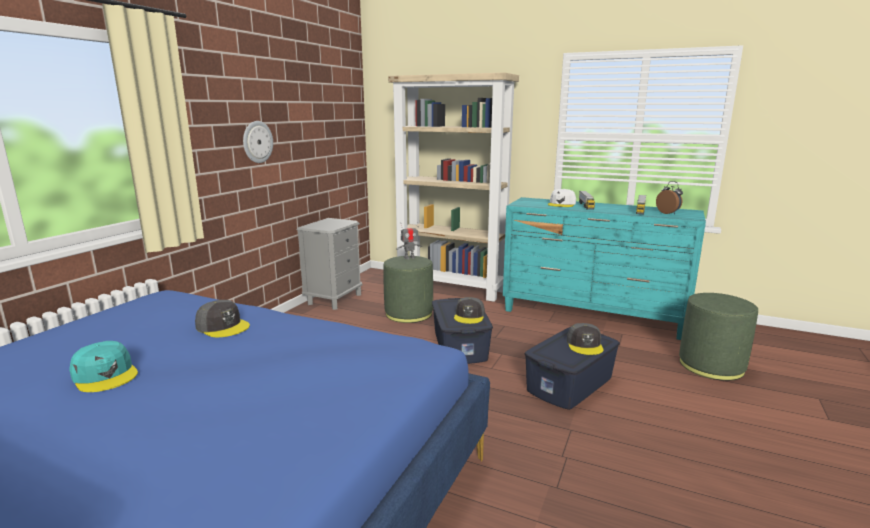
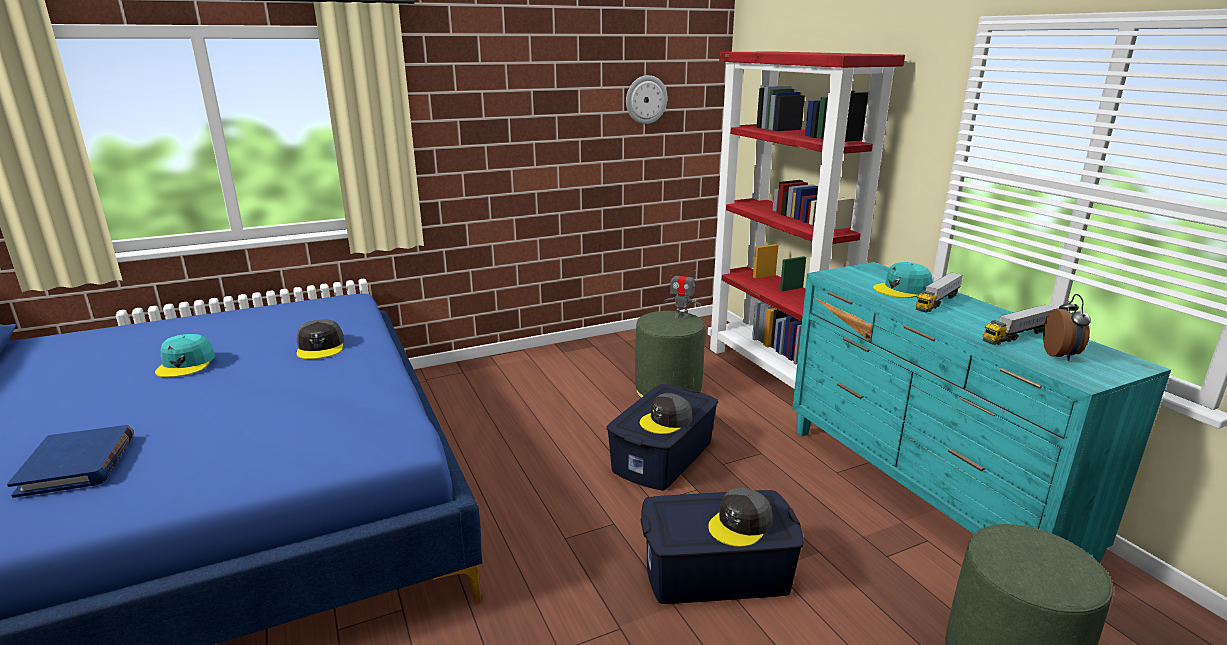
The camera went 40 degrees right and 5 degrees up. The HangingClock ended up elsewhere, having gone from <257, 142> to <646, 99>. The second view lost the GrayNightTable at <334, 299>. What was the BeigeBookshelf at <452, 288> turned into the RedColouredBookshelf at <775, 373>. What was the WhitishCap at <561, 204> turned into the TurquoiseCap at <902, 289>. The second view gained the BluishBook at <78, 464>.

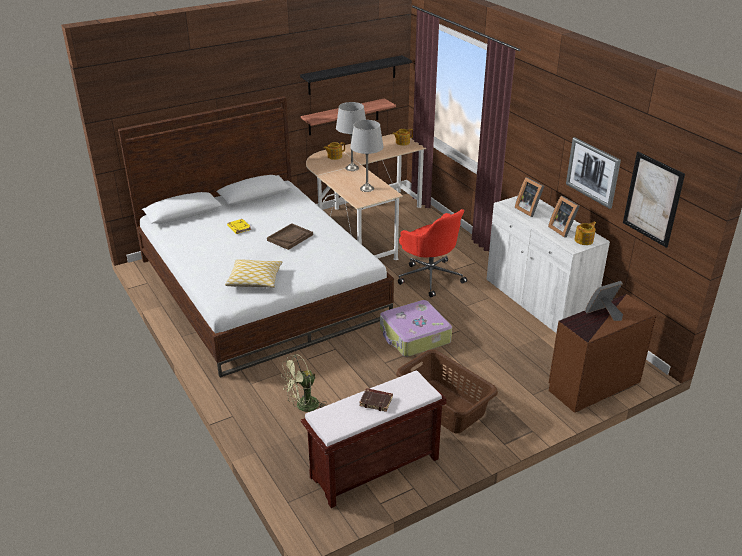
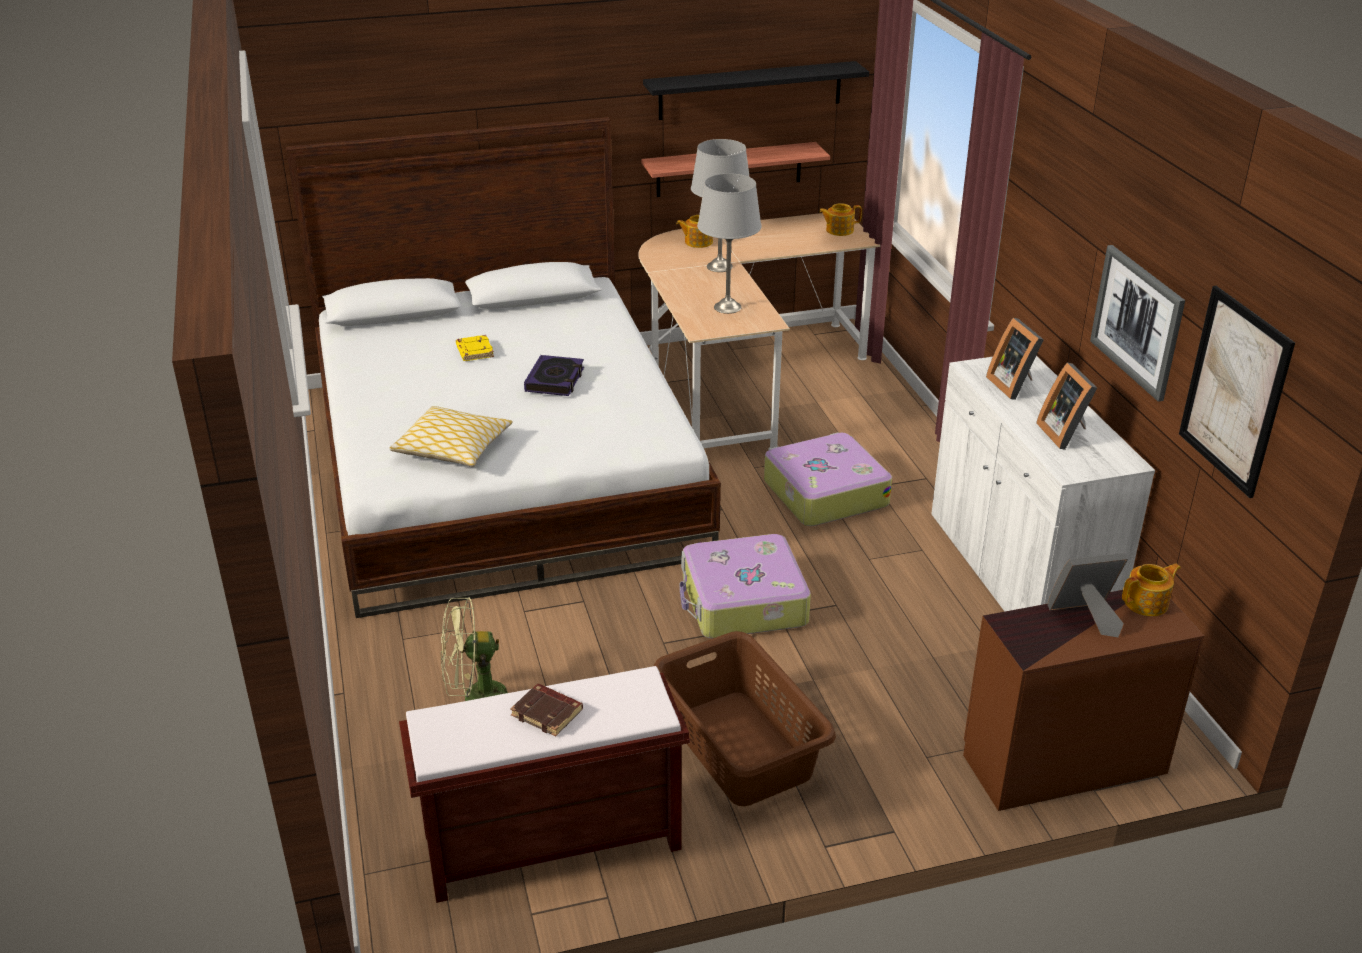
The camera went 15 degrees right and 0 degrees up. Where the BrownTray stood at <290, 237>, the Book came to stand at <555, 380>. Where the RedColouredComputerChair stood at <430, 277>, the PieceOfLuggage came to stand at <824, 493>. The TeaPot ended up elsewhere, having gone from <584, 240> to <1147, 603>.

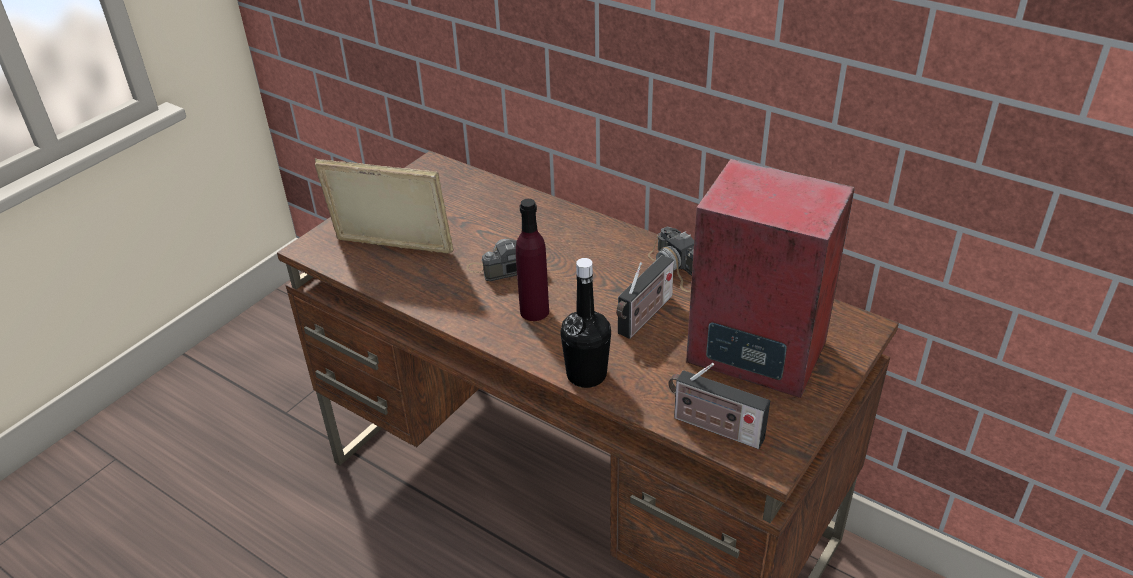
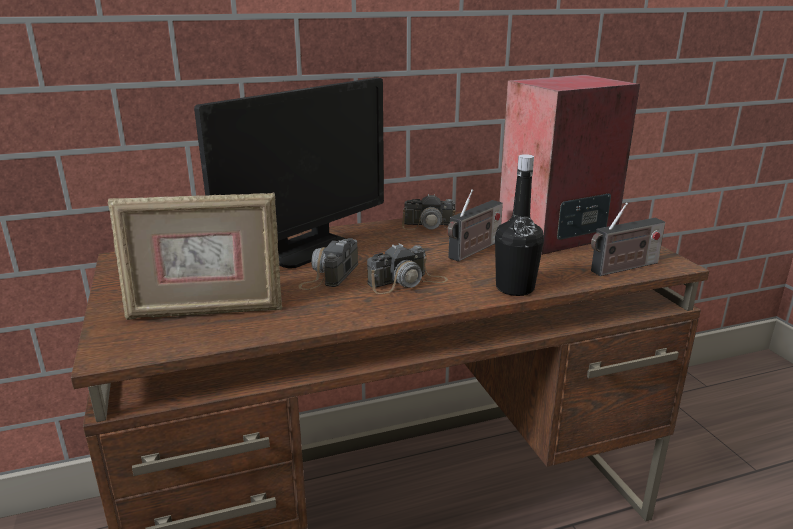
The camera went 55 degrees left and 15 degrees down. The StandingFrame at <392, 248> ended up facing another way, 150 degrees counterclockwise from before. Where the PurplishDrinkBottle stood at <534, 311>, the PhotoCamera came to stand at <407, 282>. The RadioReceiver at <644, 317> ended up facing another way, 60 degrees clockwise from before. The second view gained the ComputerDisplay at <305, 249>.

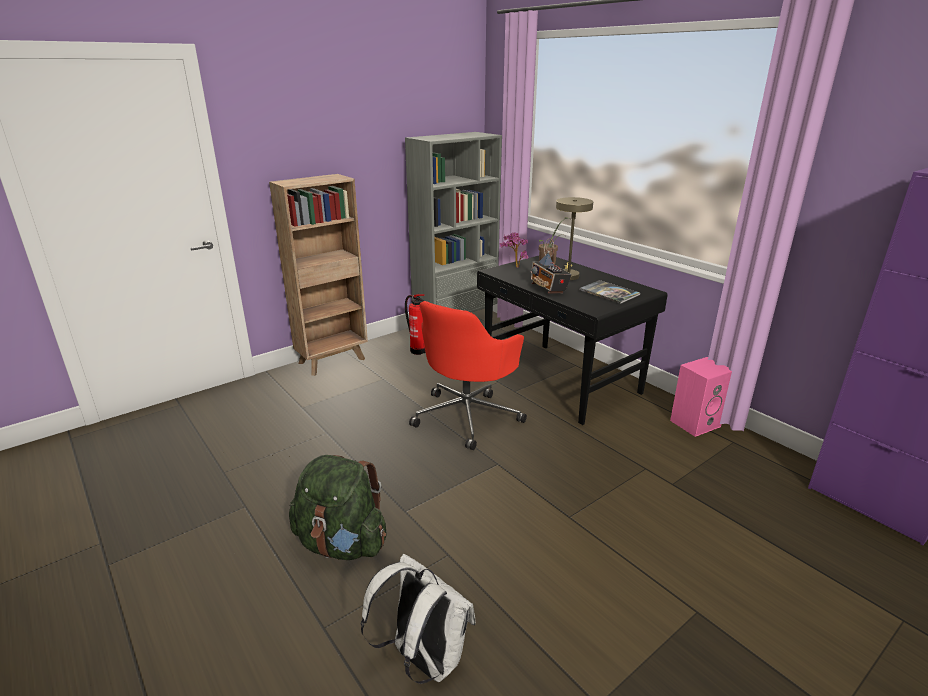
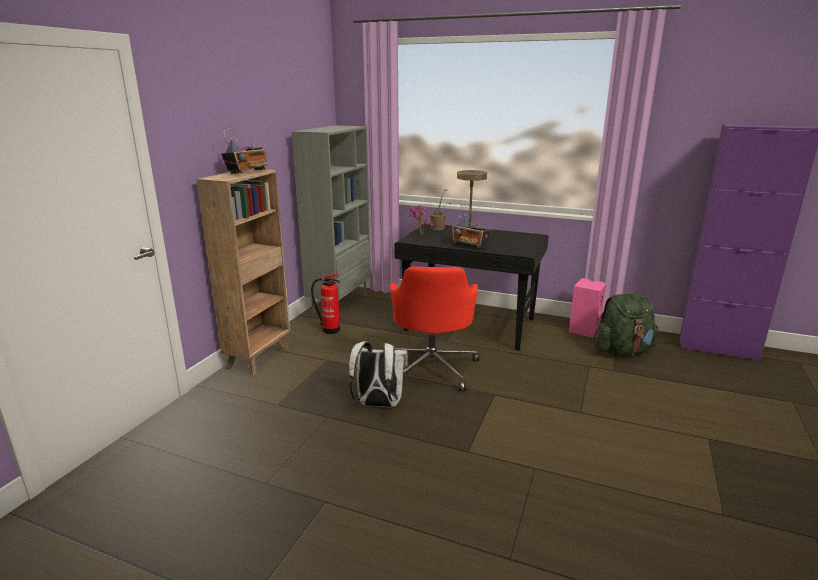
The camera went 30 degrees left and 5 degrees down. The GreenColouredBackpack ended up elsewhere, having gone from <342, 543> to <622, 351>. The WhitishBackpack ended up elsewhere, having gone from <423, 658> to <378, 404>. The second view lost the Book at <609, 293>. The second view gained the RadioReceiver at <247, 172>.

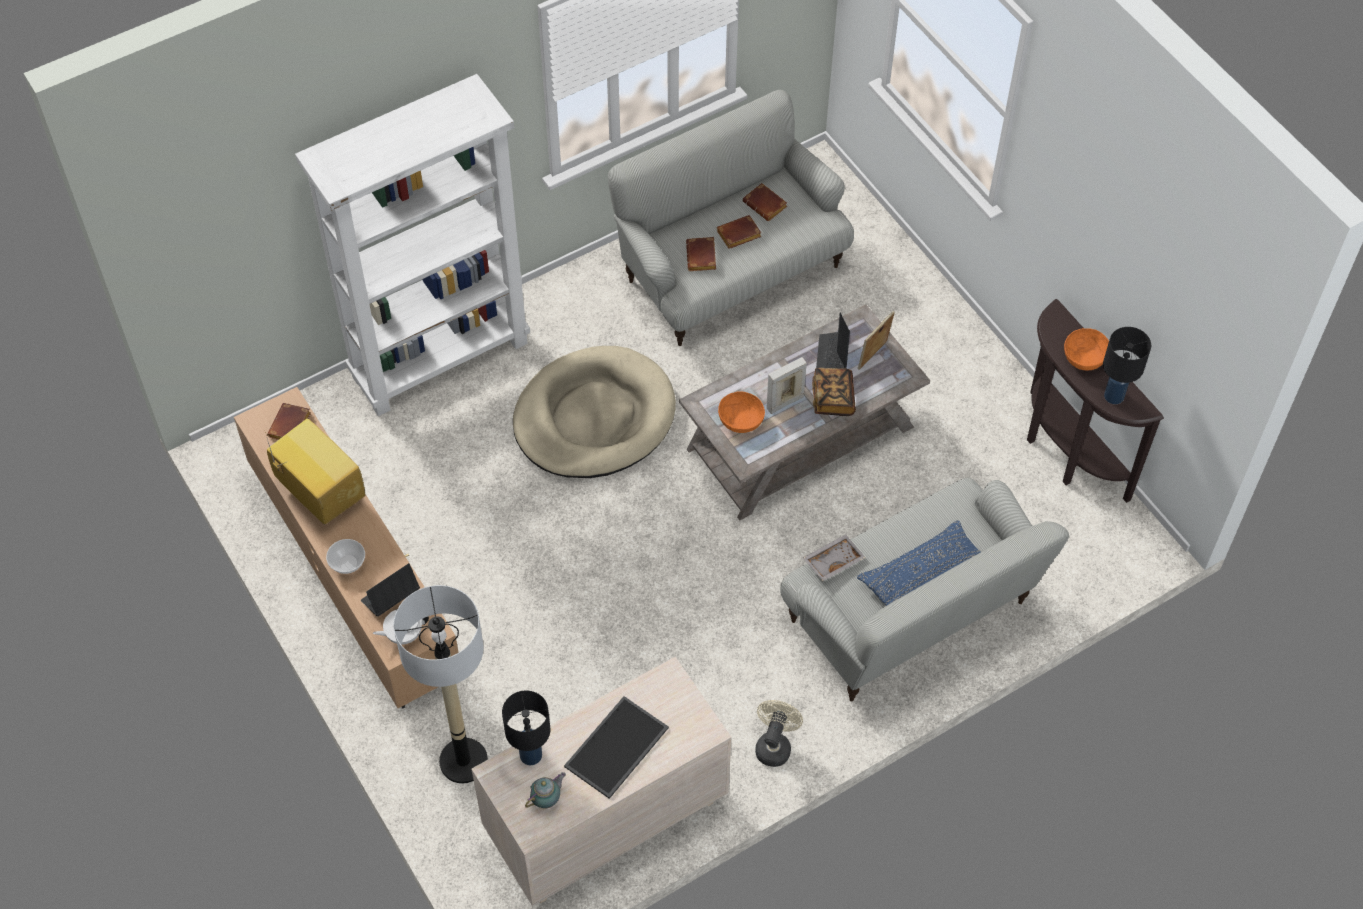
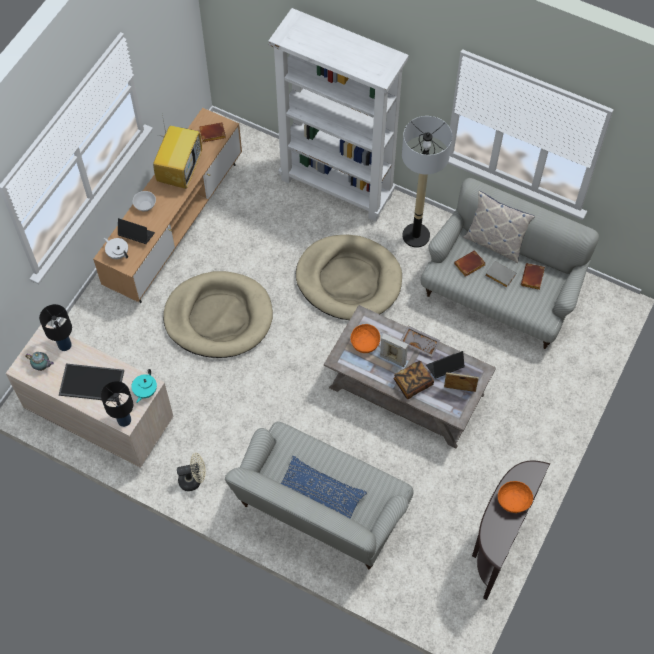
The camera went 60 degrees right and 5 degrees up. The StandingLamp ended up elsewhere, having gone from <463, 761> to <416, 235>. What was the BrownBook at <738, 235> turned into the GrayBook at <499, 276>. The GrayTray ended up elsewhere, having gone from <832, 561> to <419, 343>. The BlackColouredLampForATable ended up elsewhere, having gone from <1114, 396> to <124, 420>. The second view gained the TurquoiseTeaPot at <145, 391>. The second view gained the BeigeDogBed at <218, 317>. The second view gained the Pillow at <494, 243>.

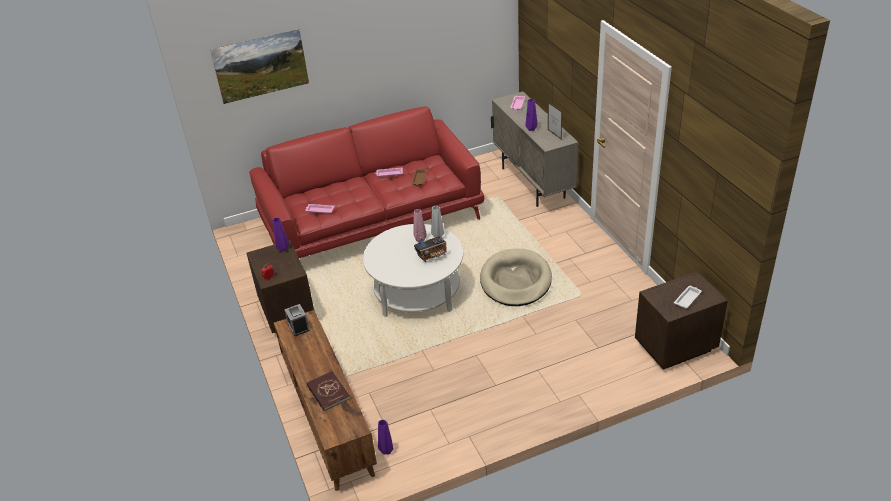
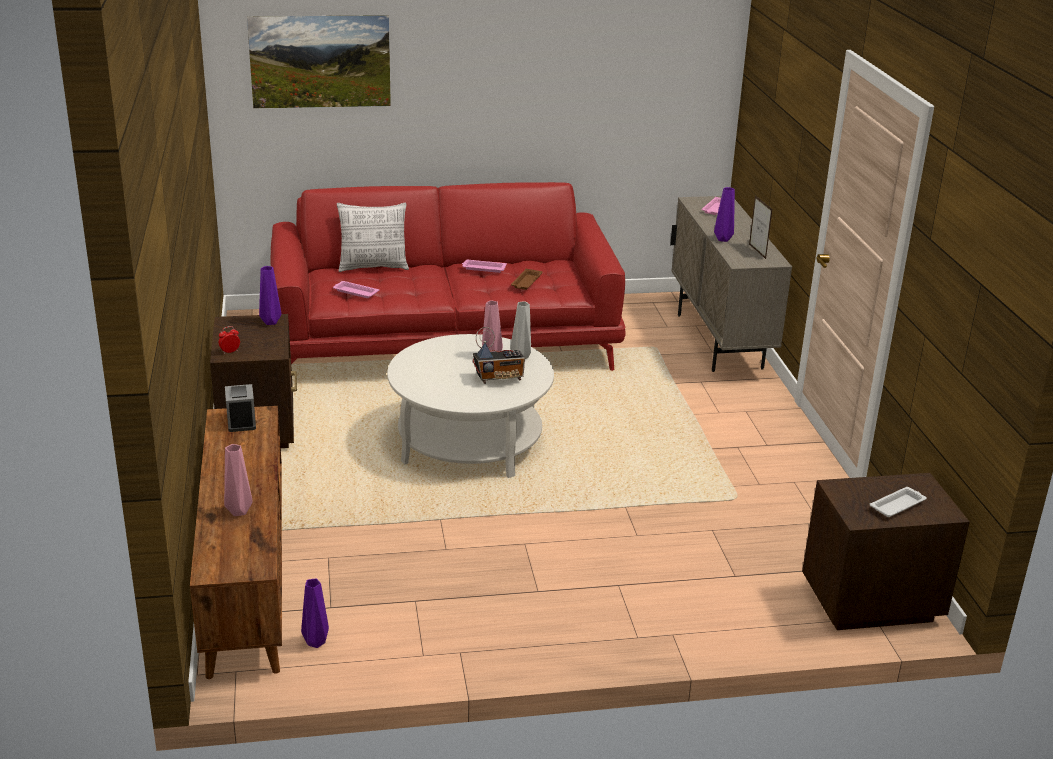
The camera went 10 degrees right and 10 degrees down. Where the RedColouredBook stood at <328, 392>, the PinkishVase came to stand at <239, 512>. The second view lost the BeigeDogBed at <515, 281>. The second view gained the Pillow at <373, 267>.

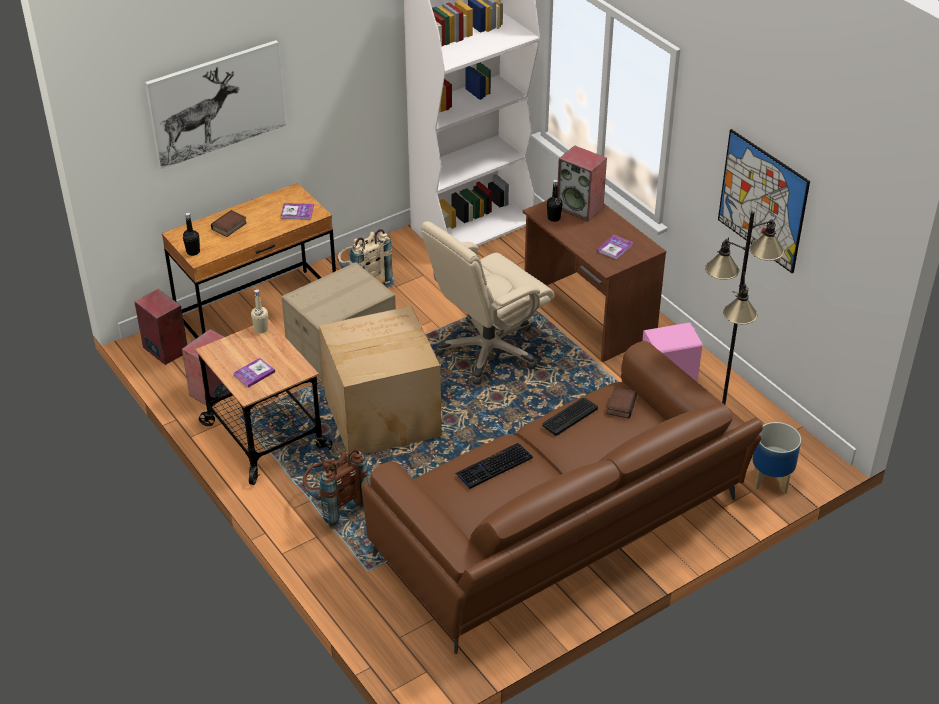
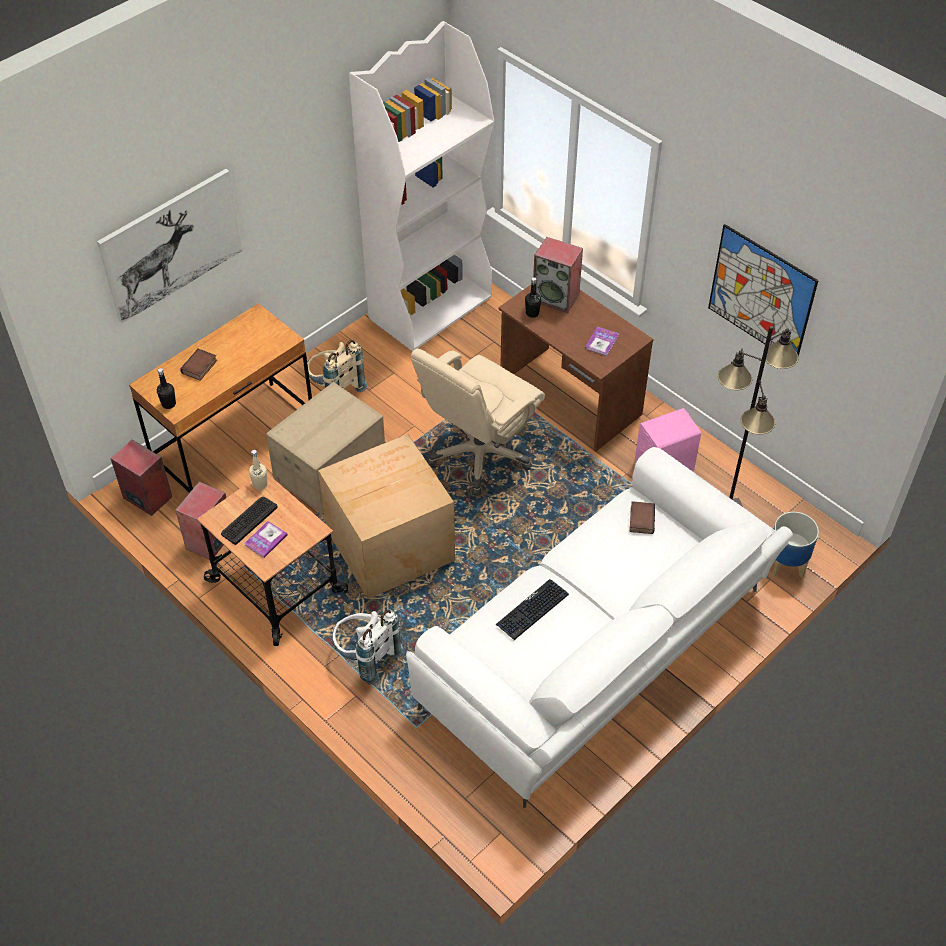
The camera went 10 degrees left and 10 degrees up. The second view lost the Book at <297, 212>. What was the BrownBackpack at <334, 506> turned into the WhitishBackpack at <365, 657>. What was the BrownSofa at <560, 532> turned into the WhitishSofa at <596, 653>. The PcKeyboard ended up elsewhere, having gone from <569, 416> to <249, 520>.

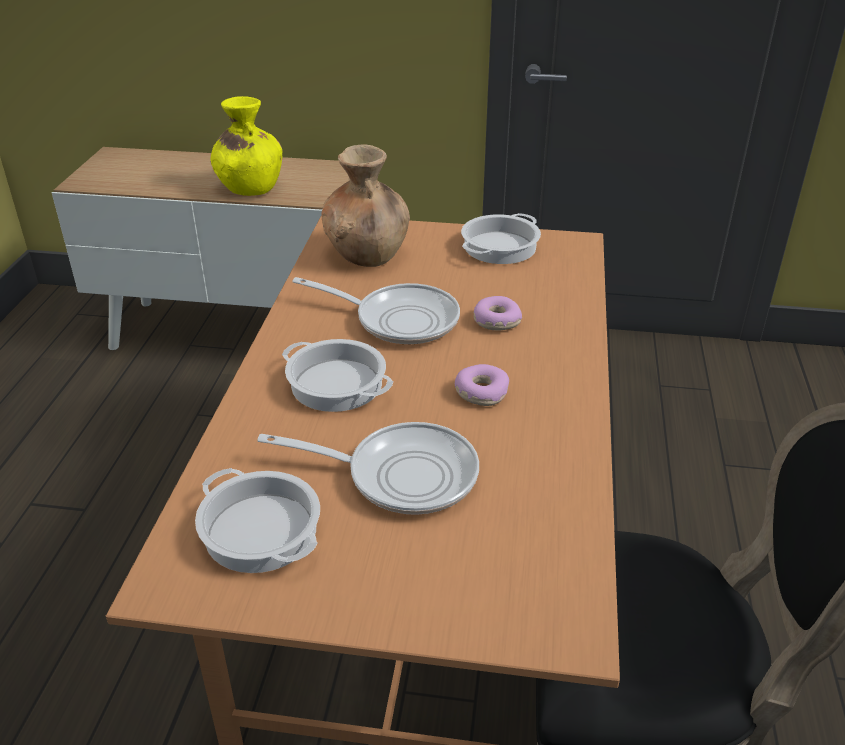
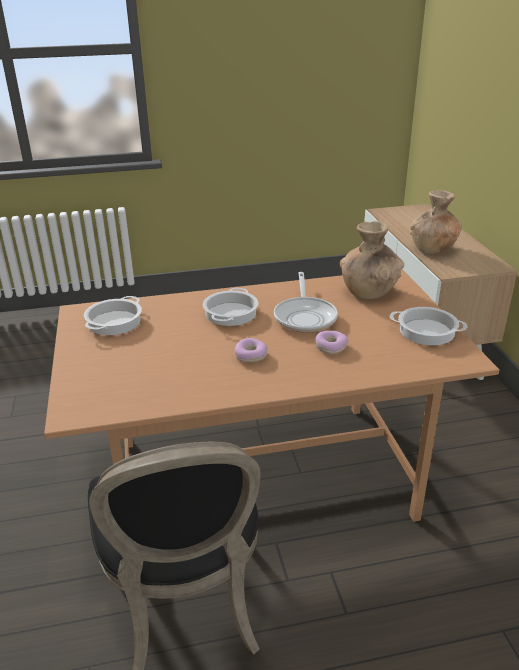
The camera went 70 degrees right and 5 degrees down. What was the YellowVase at <250, 187> turned into the BrownVase at <433, 249>. The second view lost the Pan at <401, 475>.

